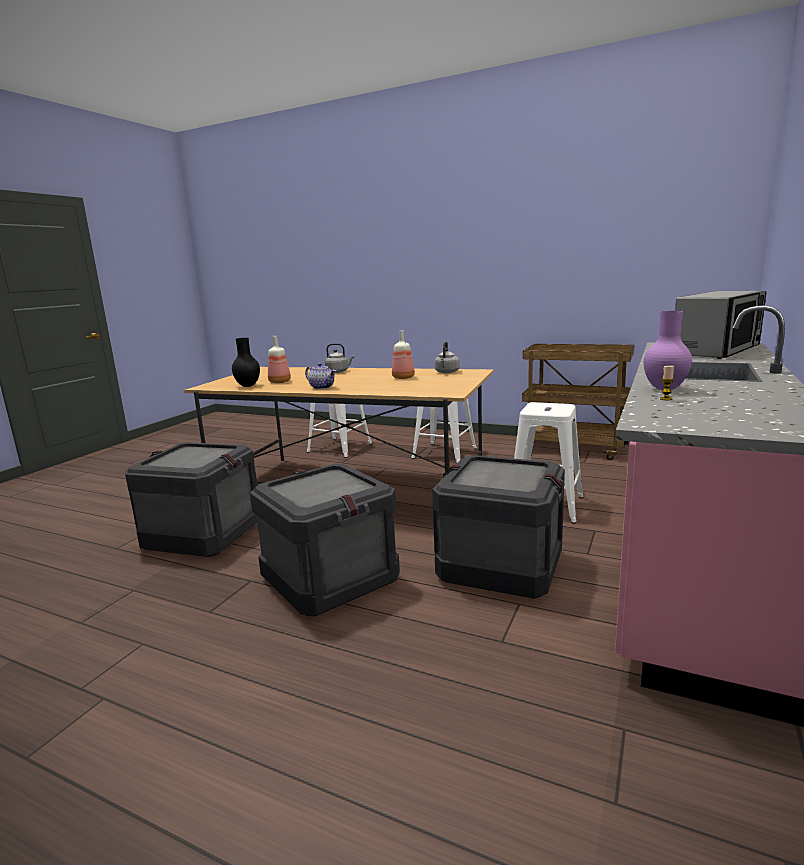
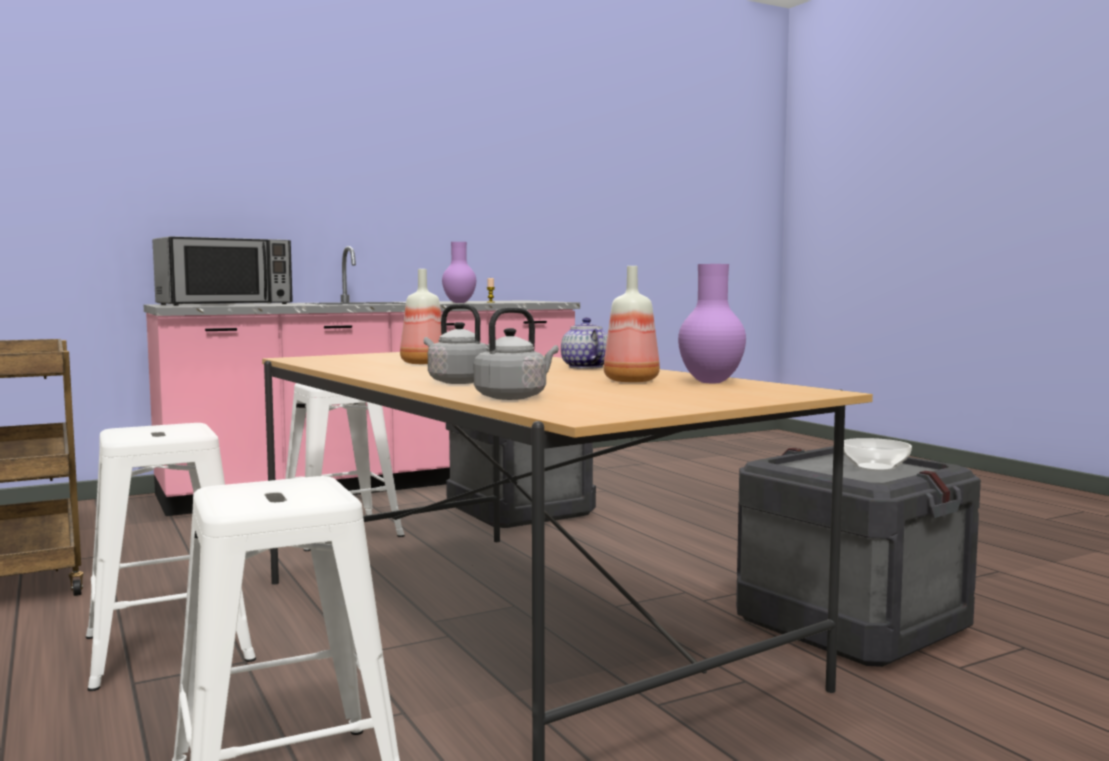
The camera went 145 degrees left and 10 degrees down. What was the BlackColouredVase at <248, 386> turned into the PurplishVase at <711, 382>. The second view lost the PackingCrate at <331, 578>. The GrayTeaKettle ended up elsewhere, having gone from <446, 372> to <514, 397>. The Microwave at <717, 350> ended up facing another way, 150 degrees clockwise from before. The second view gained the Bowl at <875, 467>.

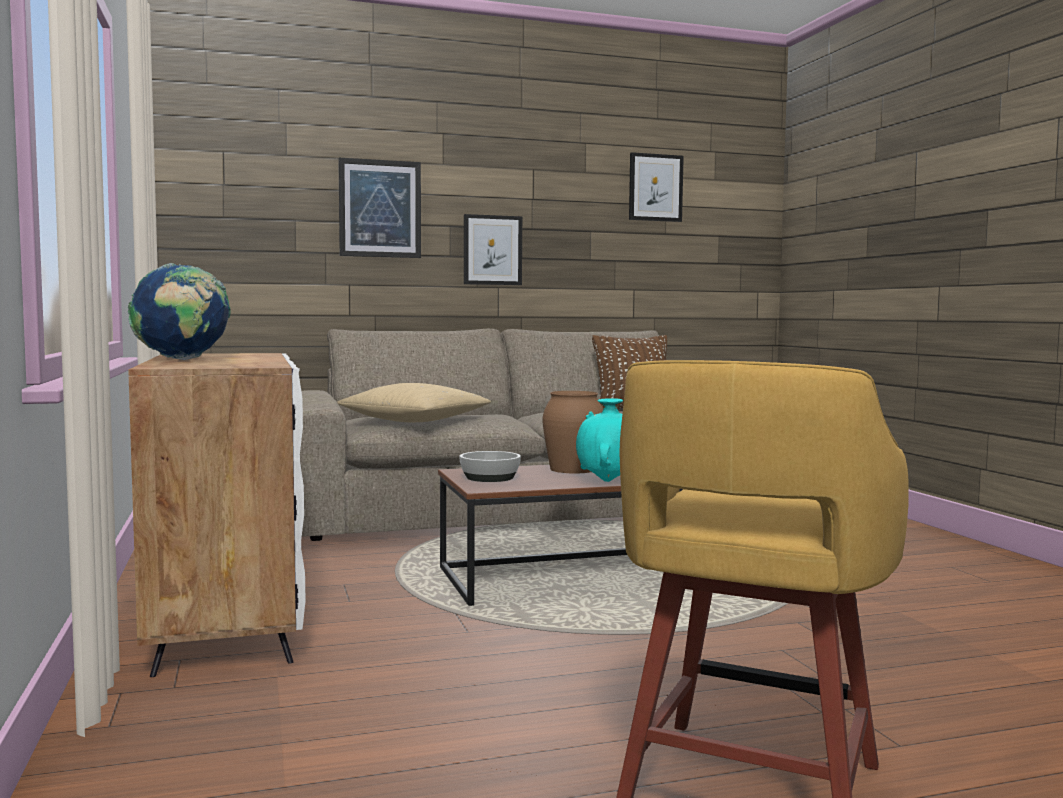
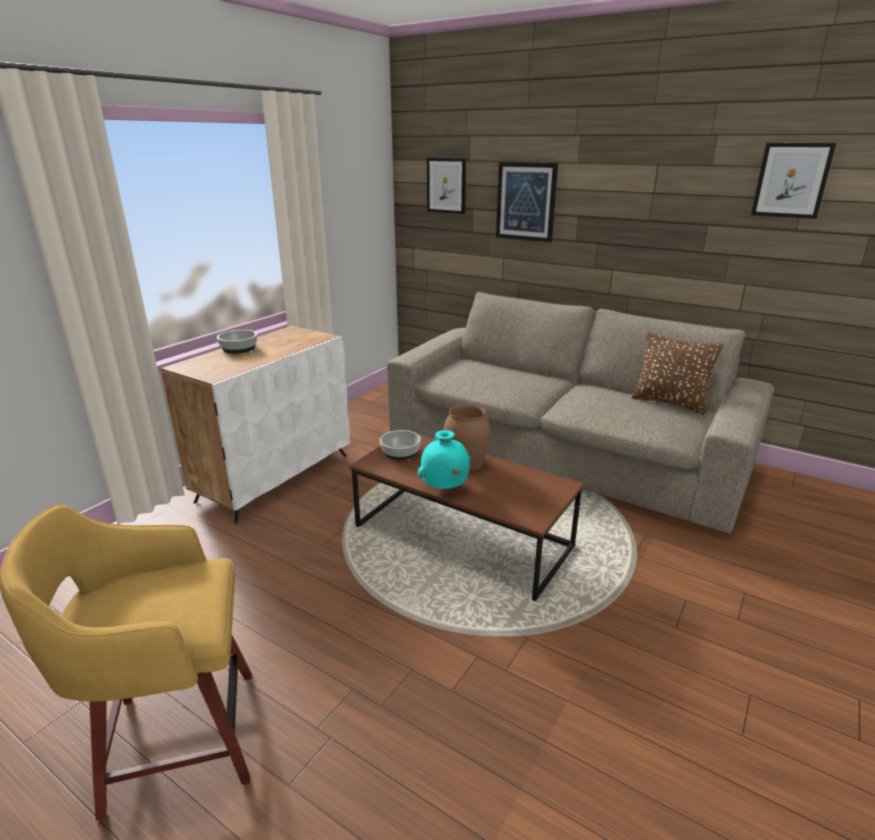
The camera went 50 degrees right and 20 degrees up. Where the Globe stood at <182, 360>, the Bowl came to stand at <238, 349>. The second view lost the BeigePillow at <415, 421>. The WallArt ended up elsewhere, having gone from <492, 250> to <446, 185>.

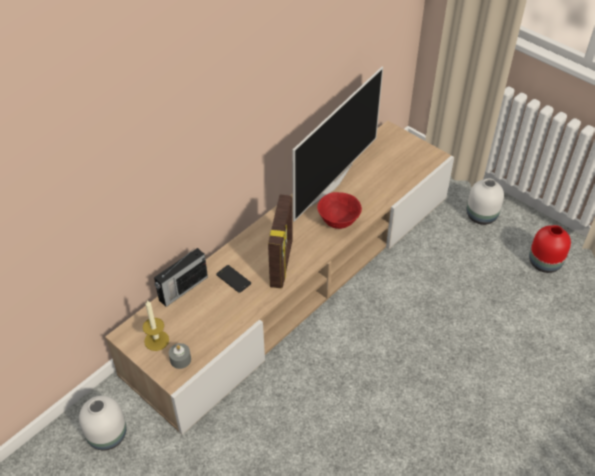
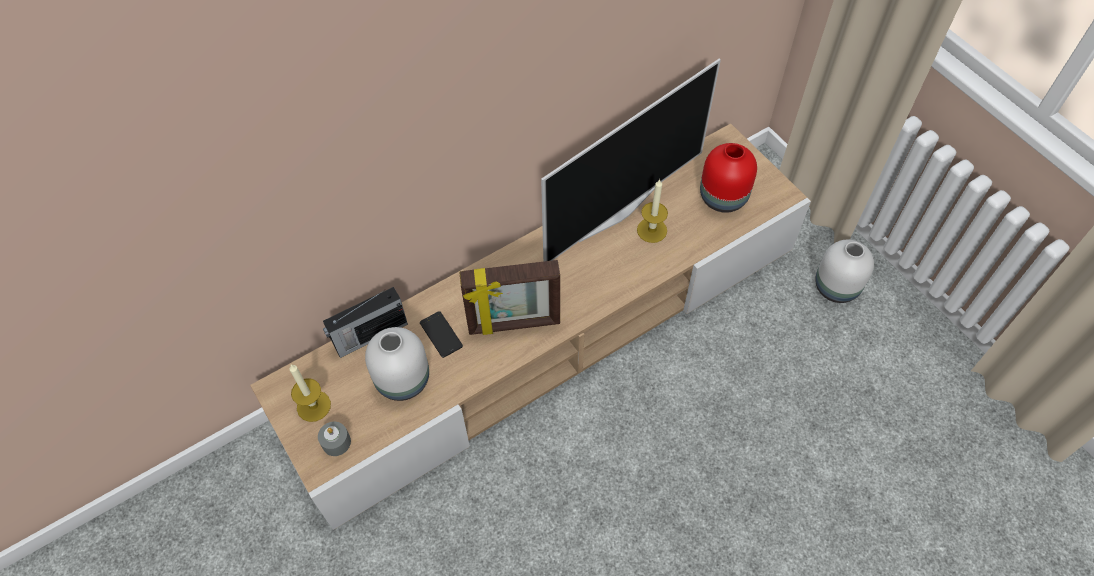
The camera went 15 degrees right and 10 degrees up. The WhitishVase ended up elsewhere, having gone from <107, 434> to <403, 378>. The StandingFrame at <282, 263> ended up facing another way, 60 degrees clockwise from before. The second view lost the RedColouredBowl at <338, 222>. The RedColouredVase ended up elsewhere, having gone from <543, 263> to <721, 197>. The second view gained the WaxLight at <652, 230>.

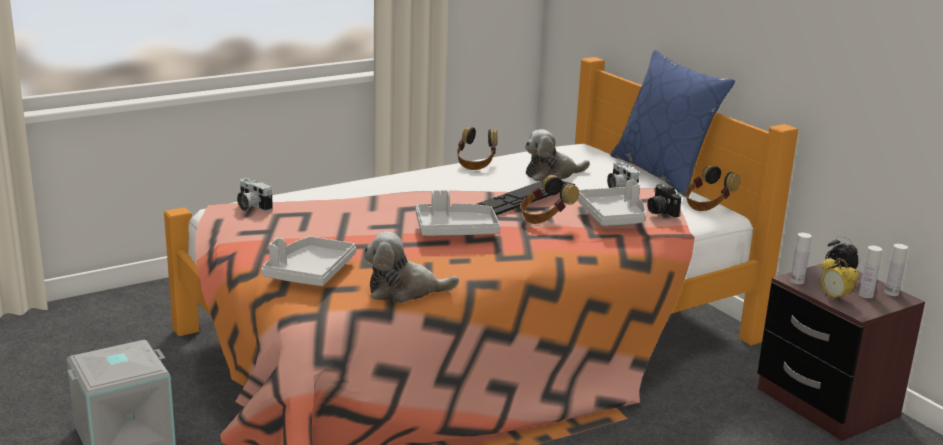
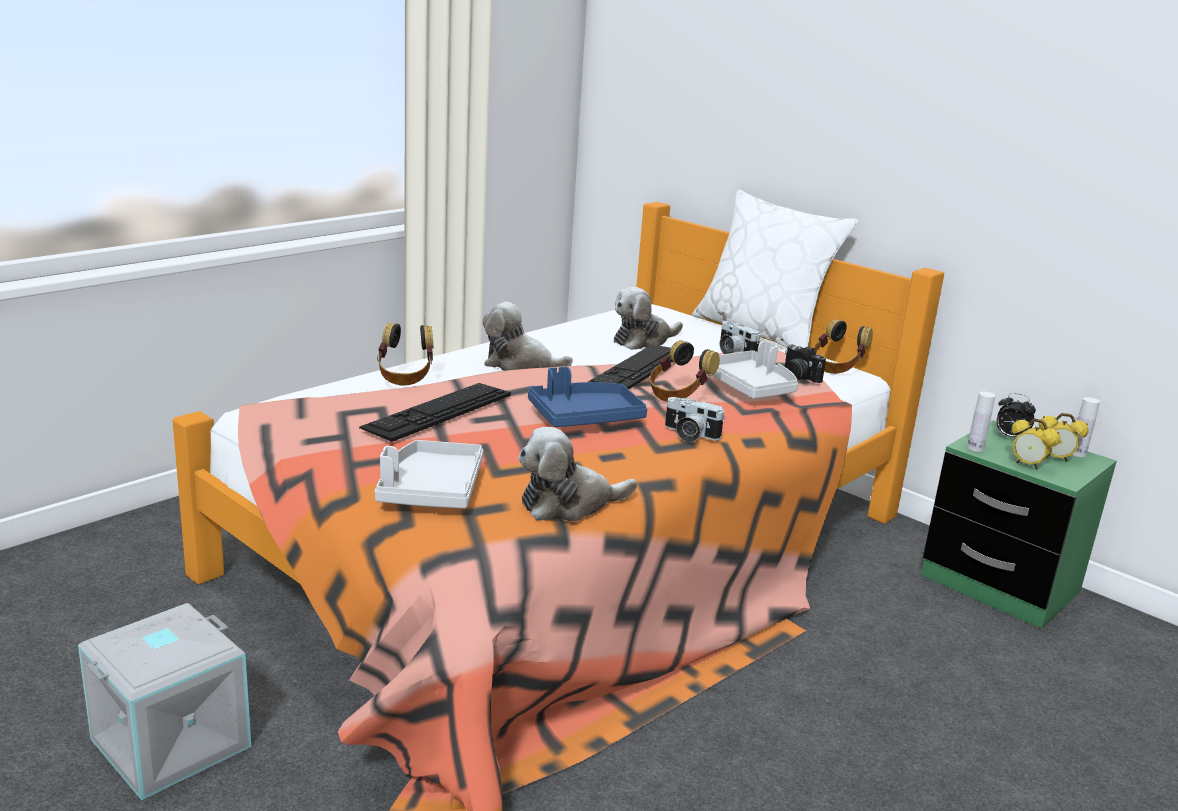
The camera went 15 degrees left and 0 degrees up. The PhotoCamera ended up elsewhere, having gone from <251, 206> to <689, 435>. What was the GrayTray at <455, 230> turned into the BluishTray at <584, 417>. The Headphones ended up elsewhere, having gone from <476, 164> to <405, 376>. What was the BluishPillow at <663, 173> turned into the WhitishPillow at <762, 332>. What was the BrownNightTable at <826, 403> turned into the GreenColouredNightTable at <999, 584>. Where the WhitishDrinkBottle stood at <866, 295>, the AlarmClock came to stand at <1055, 458>. The second view gained the PcKeyboard at <438, 411>. The second view gained the SoftToy at <520, 364>.

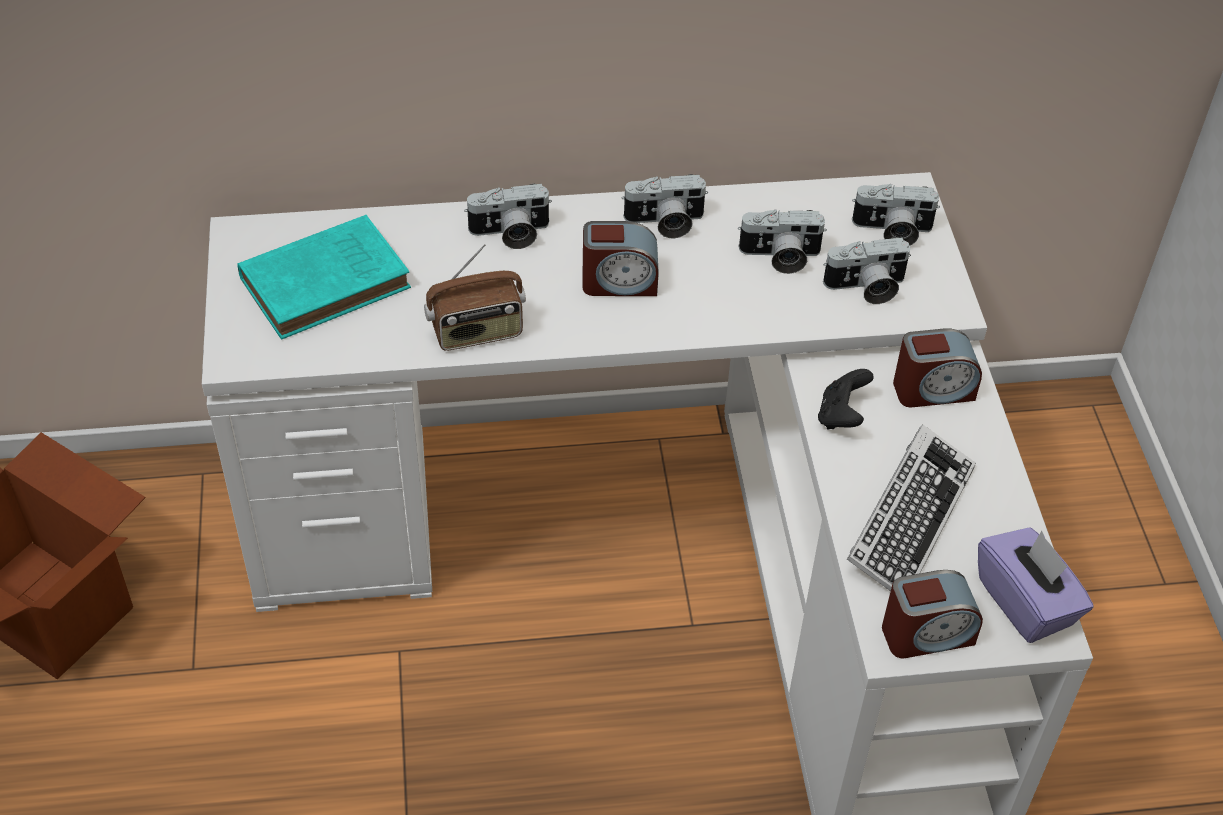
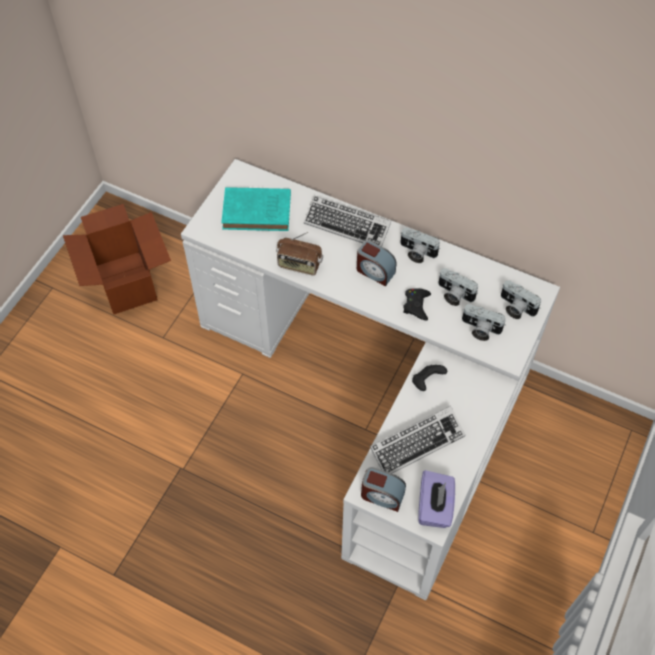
The camera went 35 degrees right and 10 degrees up. Where the PhotoCamera stood at <510, 234>, the PcKeyboard came to stand at <347, 225>. The second view lost the AlarmClock at <933, 389>. The second view gained the BlackColouredJoypad at <416, 305>.

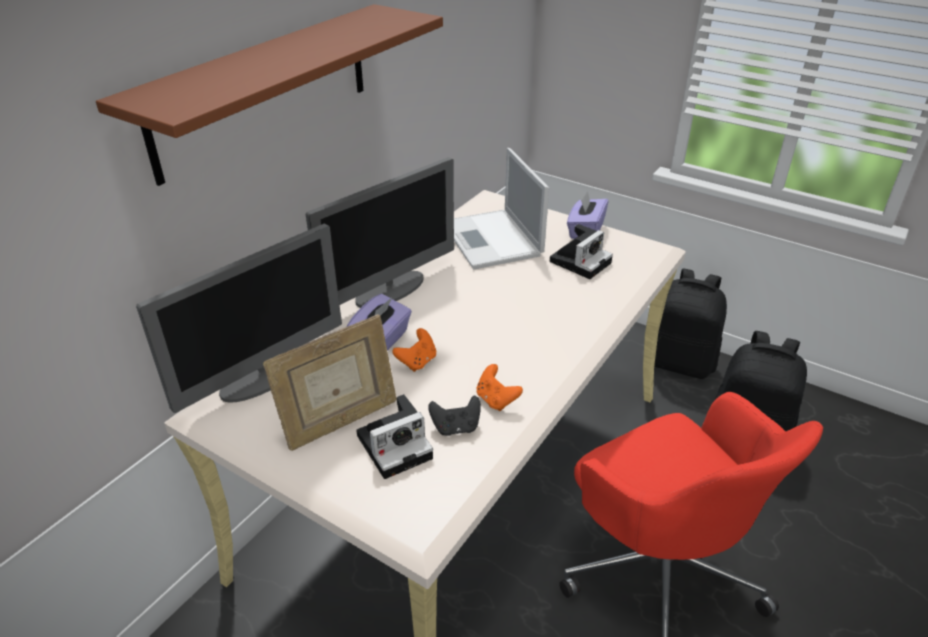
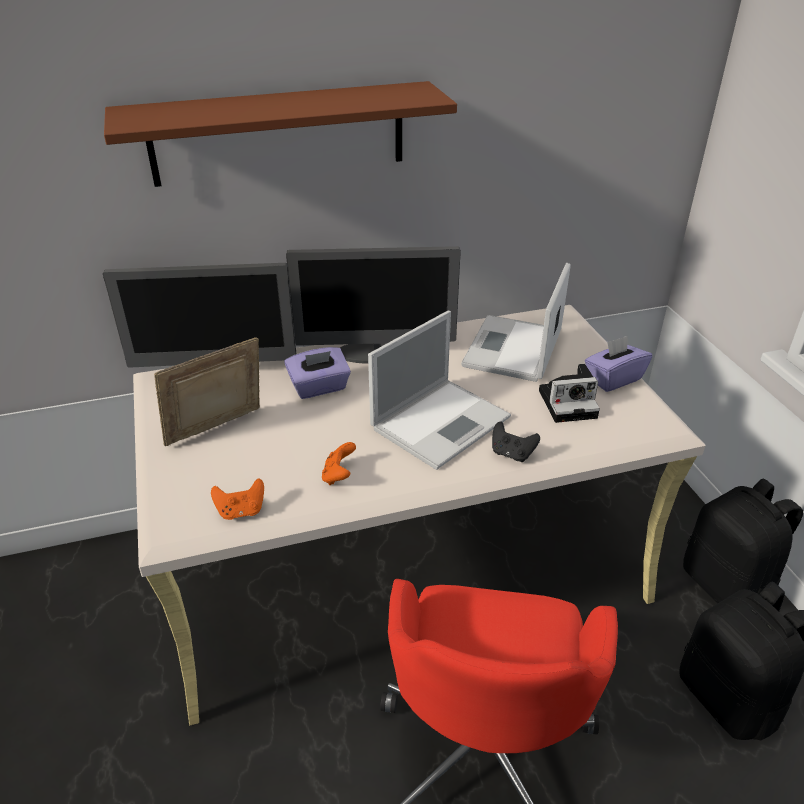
The camera went 40 degrees right and 0 degrees up. The StandingFrame at <340, 423> ended up facing another way, 135 degrees clockwise from before. The second view lost the PhotoCamera at <396, 445>. The OrangeyJoypad ended up elsewhere, having gone from <417, 362> to <241, 511>. The BlackColouredJoypad ended up elsewhere, having gone from <456, 427> to <512, 454>. The second view gained the NotebookComputer at <442, 421>.

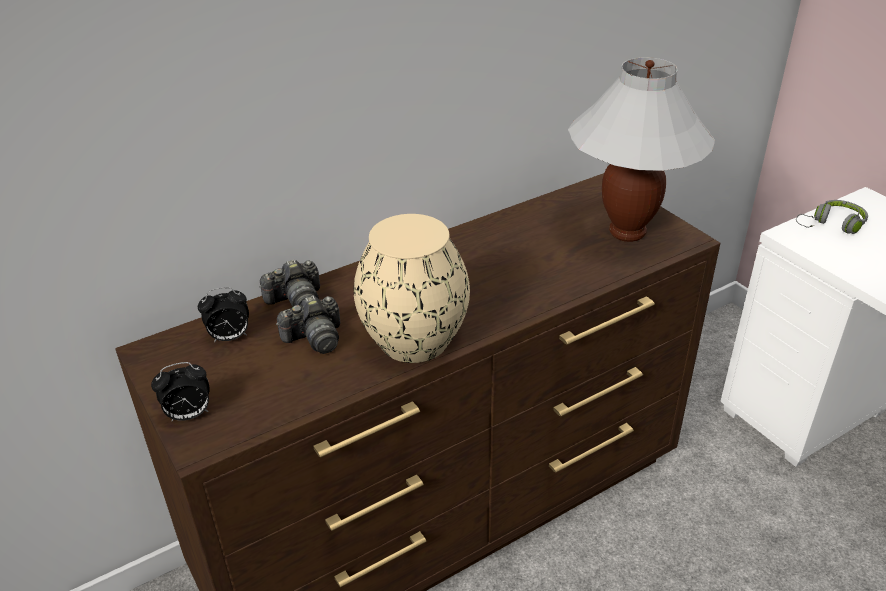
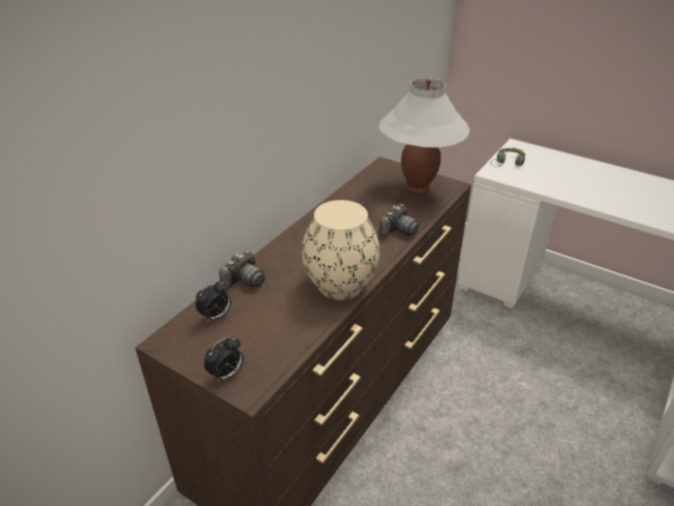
The camera went 25 degrees left and 0 degrees up. The PhotoCamera ended up elsewhere, having gone from <315, 338> to <398, 230>.

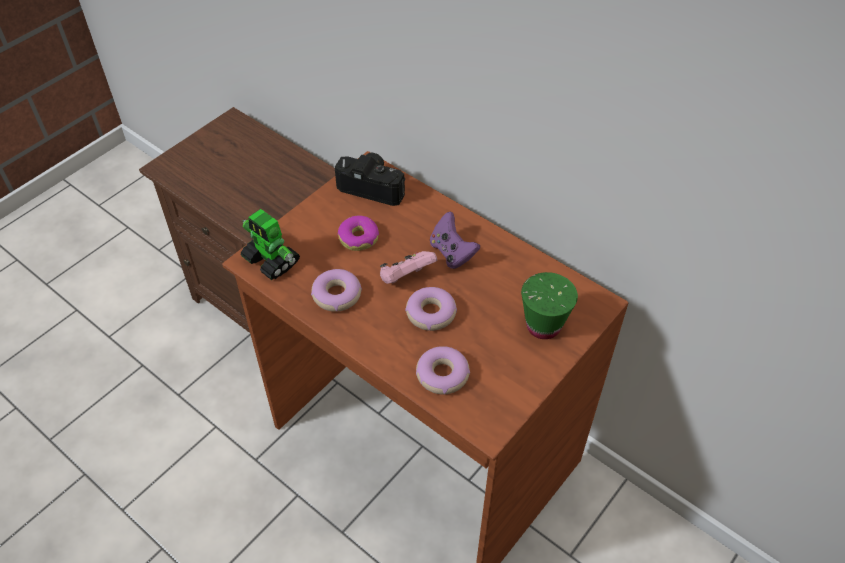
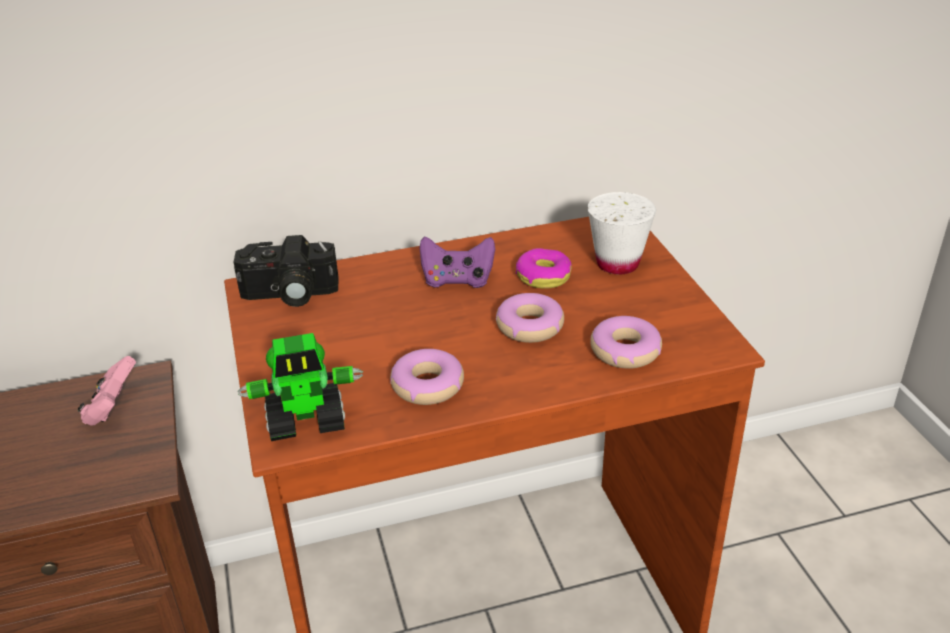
The camera went 55 degrees left and 15 degrees down. The PhotoCamera at <374, 186> ended up facing another way, 150 degrees counterclockwise from before. The RingDoughnut ended up elsewhere, having gone from <358, 238> to <543, 276>. The PinkishJoypad ended up elsewhere, having gone from <406, 277> to <112, 409>. What was the GreenColouredDrinkingCup at <543, 326> turned into the WhitishDrinkingCup at <617, 264>.

